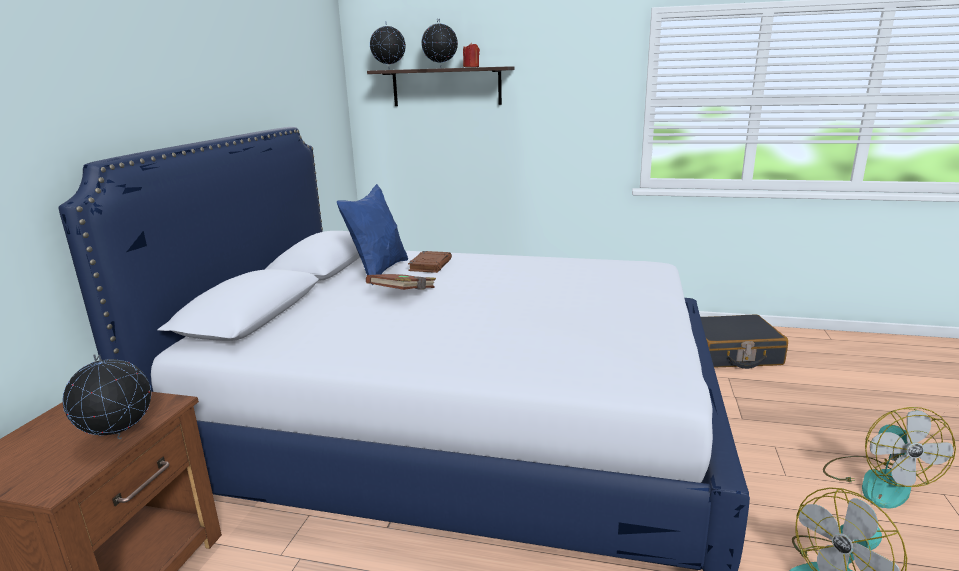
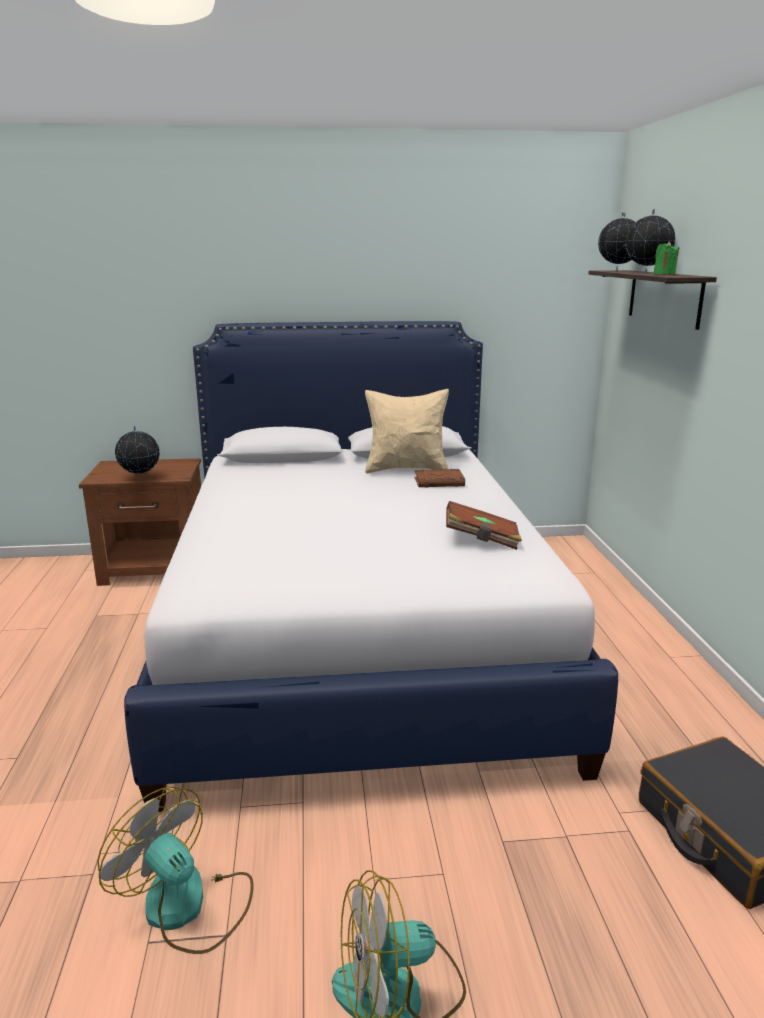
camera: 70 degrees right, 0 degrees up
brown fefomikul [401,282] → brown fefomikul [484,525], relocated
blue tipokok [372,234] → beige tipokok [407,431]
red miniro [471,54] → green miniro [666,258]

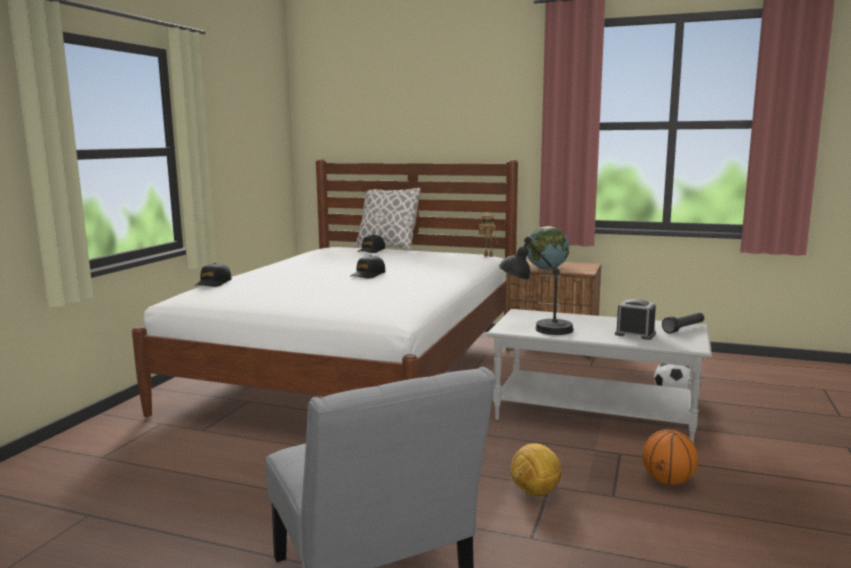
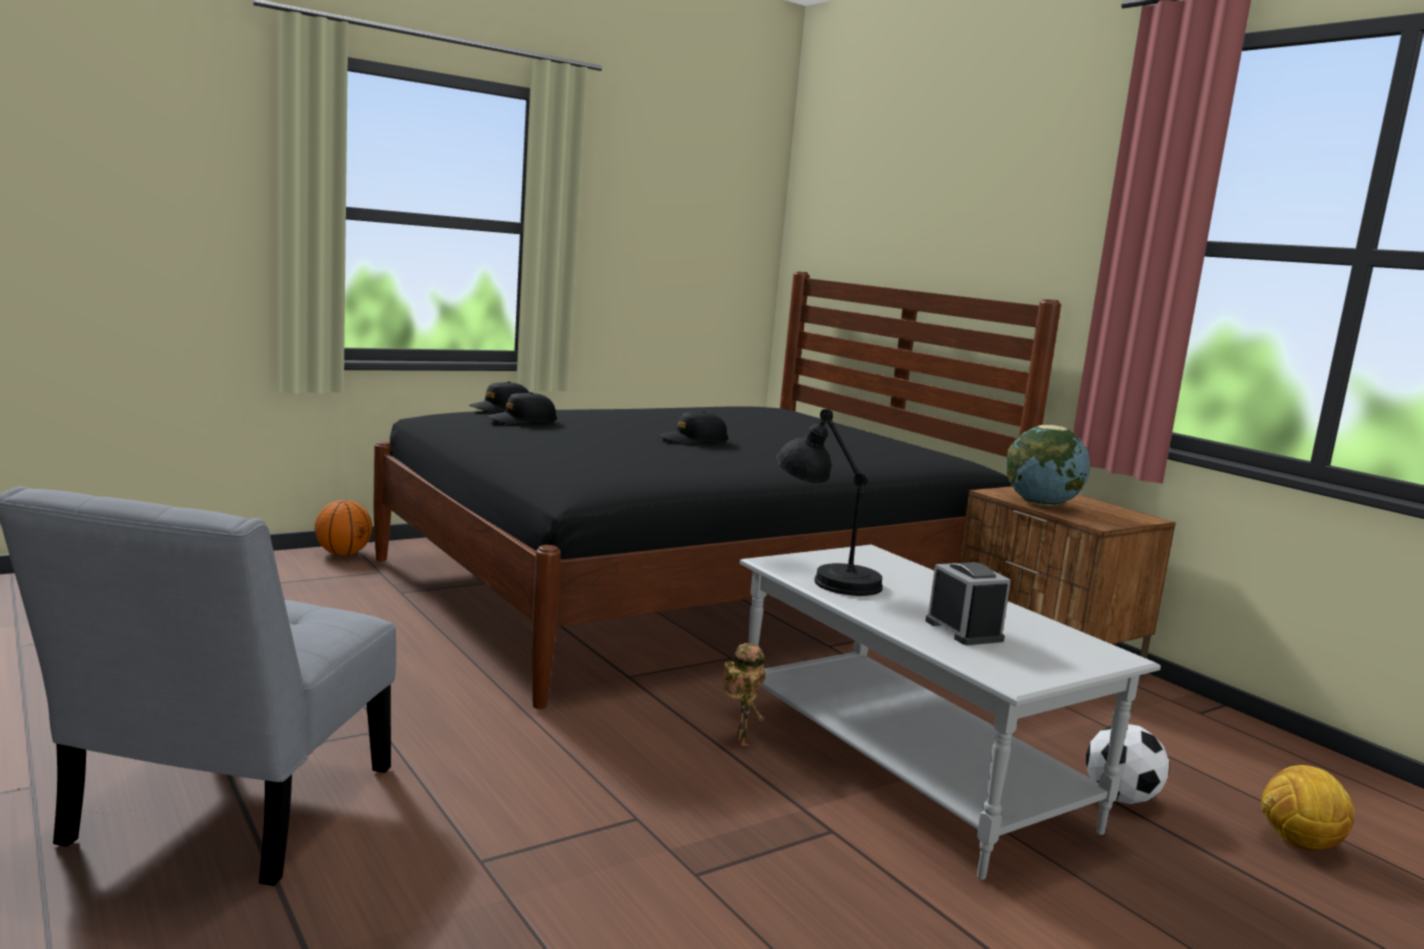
camera: 35 degrees right, 0 degrees up
tipokok [388,219] → -
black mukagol [683,323] → -
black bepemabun [371,244] → black bepemabun [522,408], relocated
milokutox [488,236] → milokutox [744,694], relocated
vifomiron [536,469] → vifomiron [1307,808], relocated
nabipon [670,457] → nabipon [343,528], relocated
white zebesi [325,288] → black zebesi [717,490]

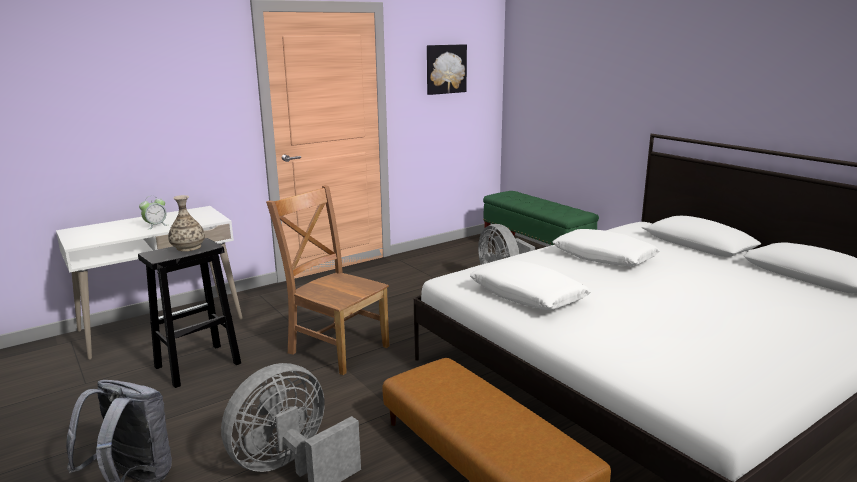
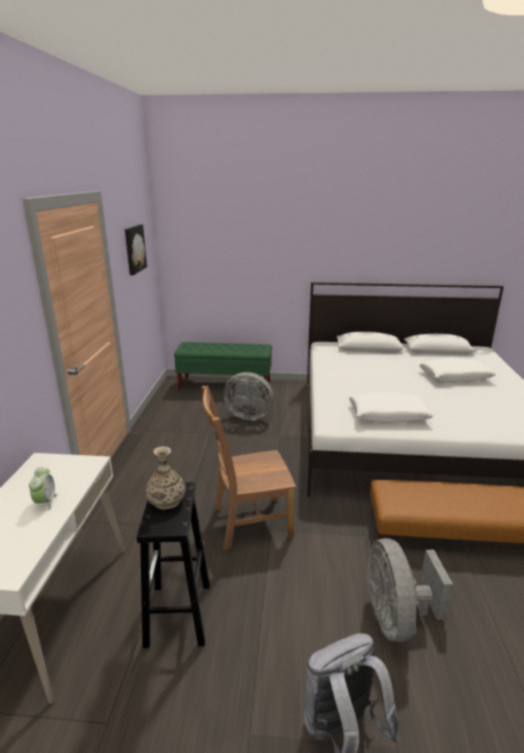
camera: 50 degrees left, 5 degrees up
white tipokok [606,247] → white tipokok [457,370], relocated

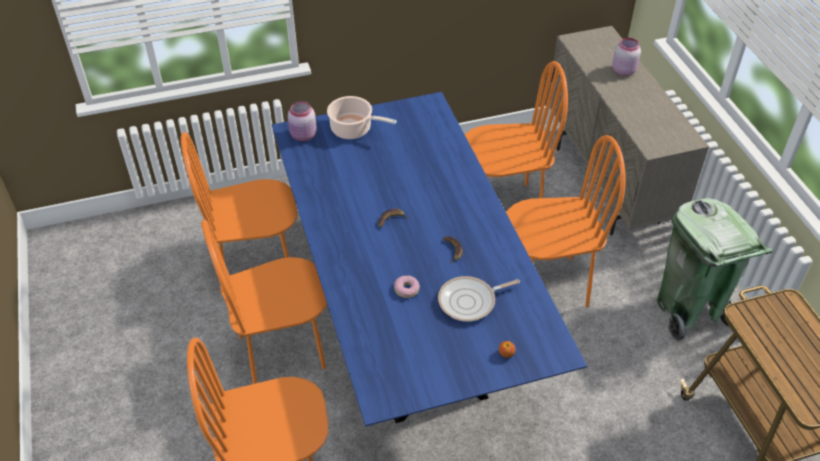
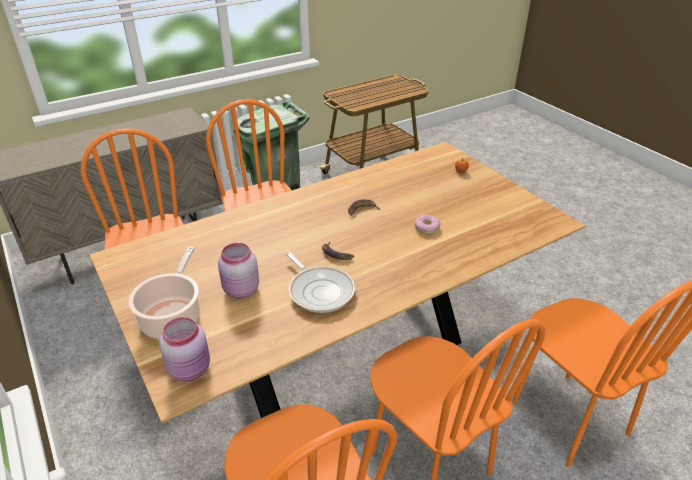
camera: 105 degrees left, 10 degrees down
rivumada [479,299] → rivumada [320,282], relocated
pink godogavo [626,56] → pink godogavo [238,271], relocated
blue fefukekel [429,259] → brown fefukekel [337,282]

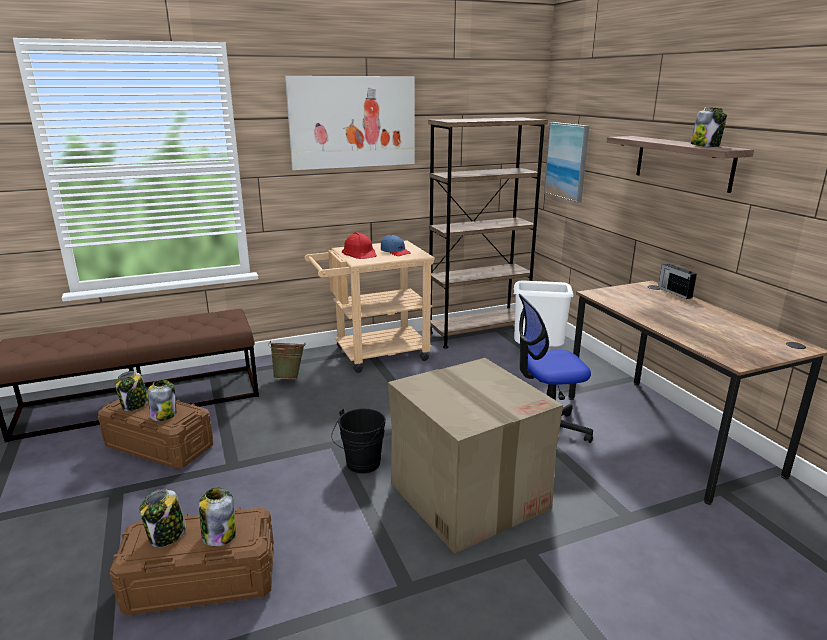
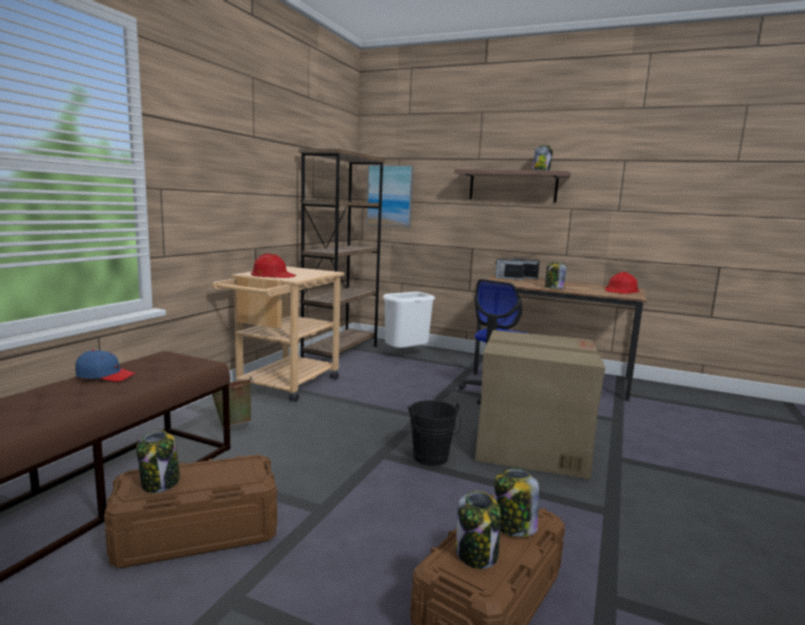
camera: 45 degrees left, 10 degrees down
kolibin [350,123] → -
- → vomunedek [510,267]
- → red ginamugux [622,283]
godogavo [162,400] → godogavo [555,275], relocated
blue bepemabun [396,245] → blue bepemabun [105,366], relocated

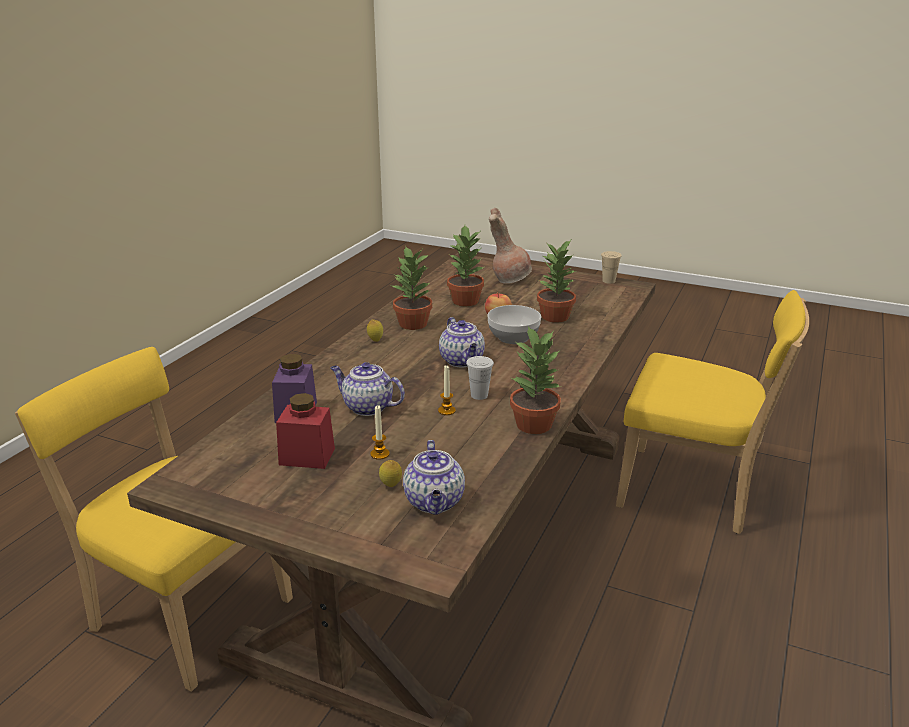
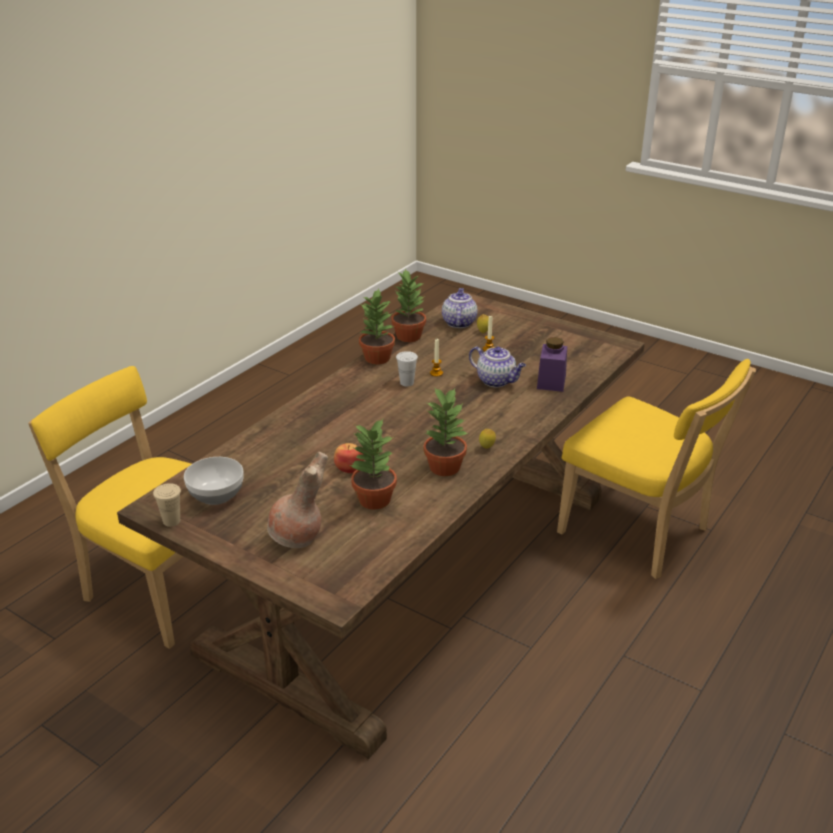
camera: 170 degrees left, 5 degrees up
red godogavo [305,431] → -
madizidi [462,342] → -
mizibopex [514,324] → mizibopex [214,481], relocated
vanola [556,281] → vanola [409,305], relocated

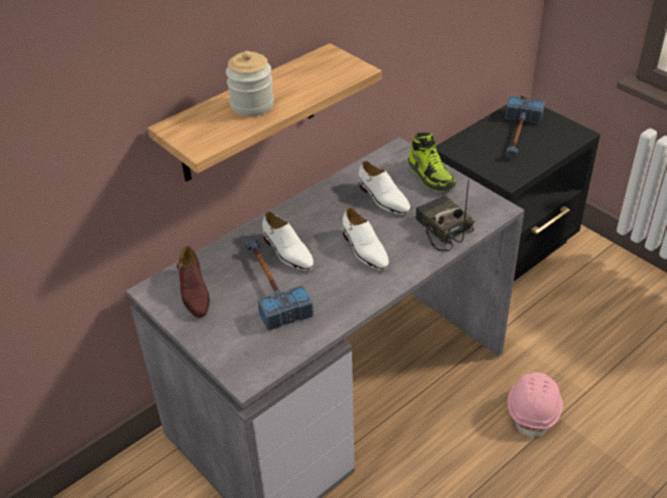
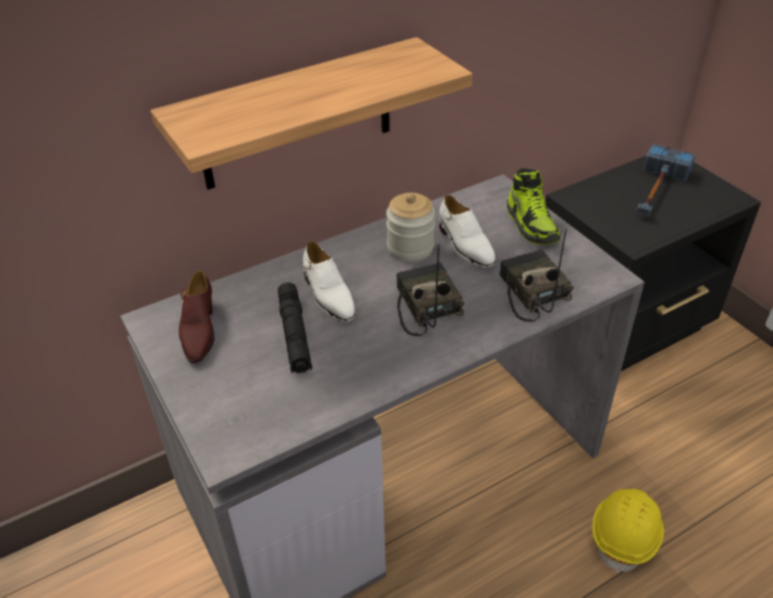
camera: 10 degrees right, 0 degrees up
godogavo [250,83] → godogavo [410,227], relocated
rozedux [280,285] → black mukagol [295,327]
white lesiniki [365,238] → vomunedek [430,290]
pink ginamugux [535,405] → yellow ginamugux [628,531]

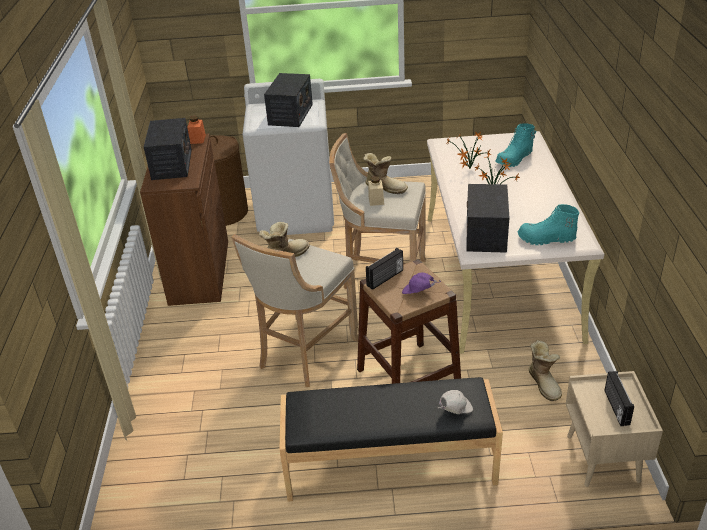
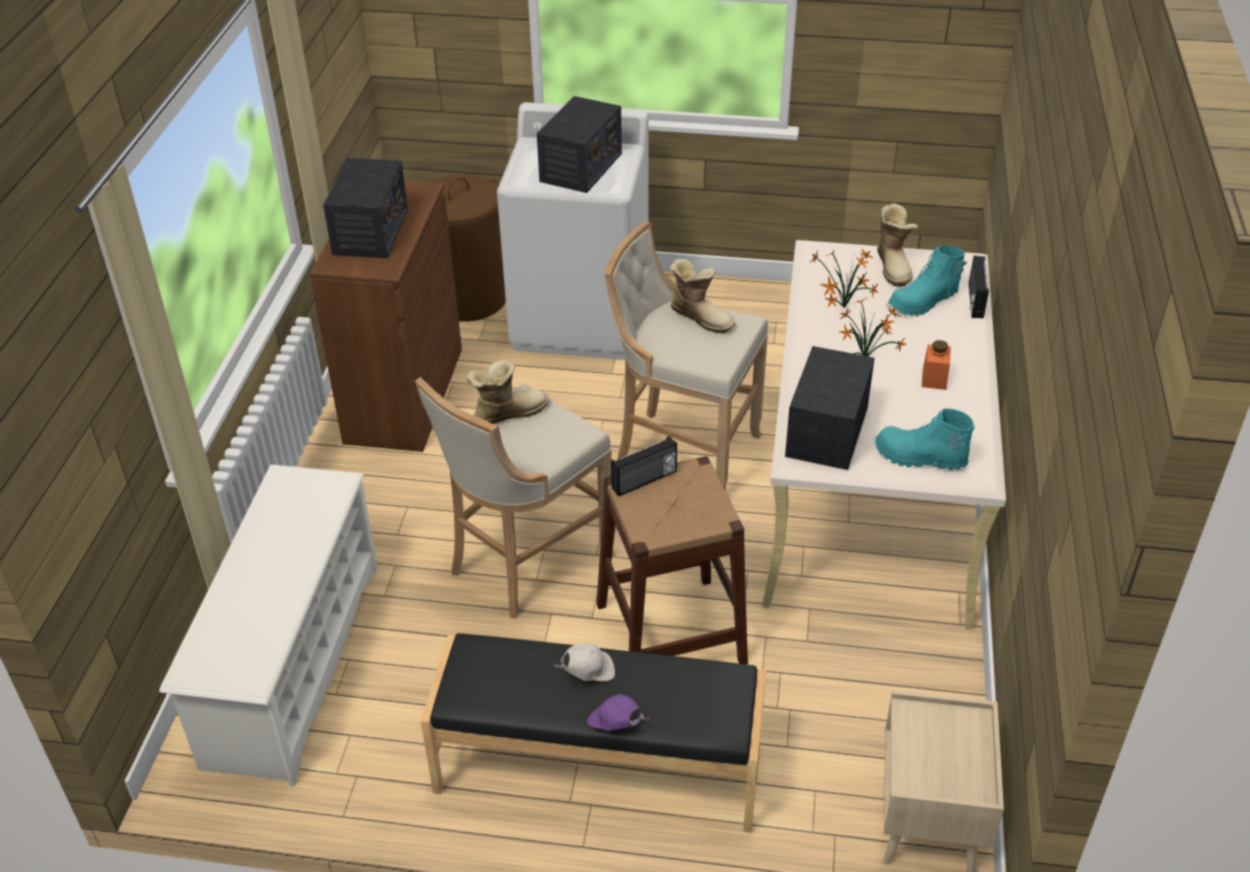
camera: 10 degrees right, 5 degrees up
beige godogavo [376,191] → -
- → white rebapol [268,625]
orange godogavo [196,130] → orange godogavo [936,365], relocated
purple bepemabun [421,283] → purple bepemabun [618,712], relocated
white bepemabun [455,402] → white bepemabun [584,662], relocated
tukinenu [545,370] → tukinenu [897,245], relocated
vomunedek [619,398] → vomunedek [979,287], relocated

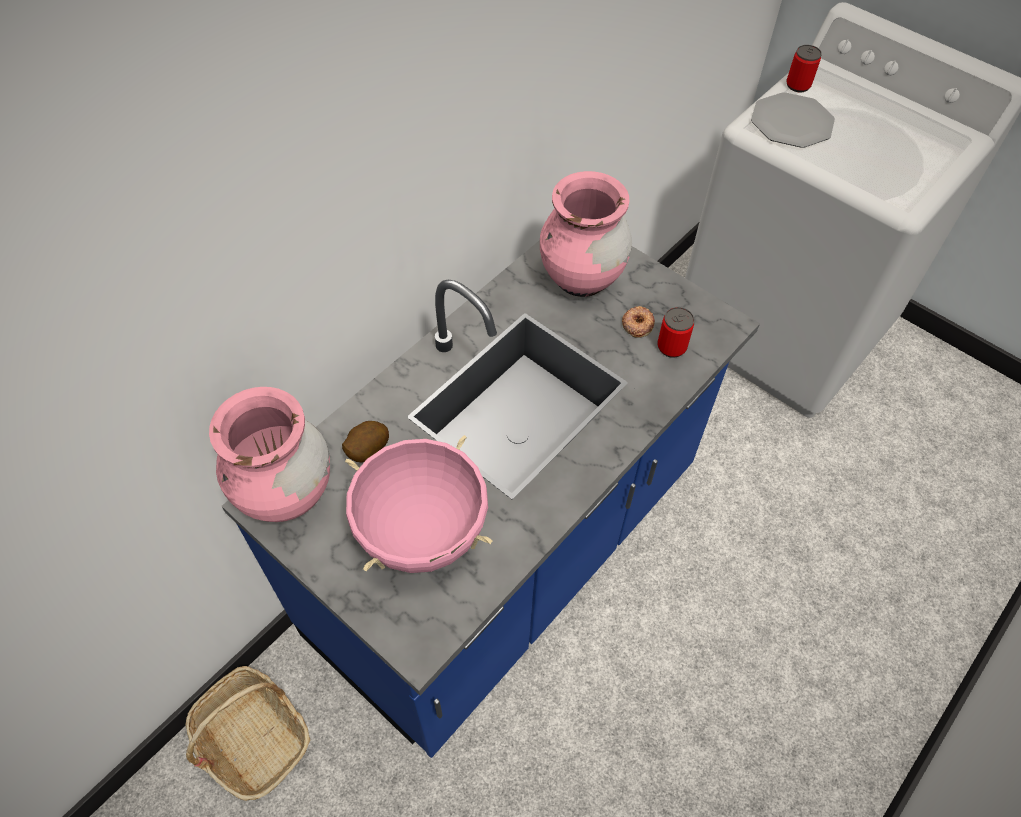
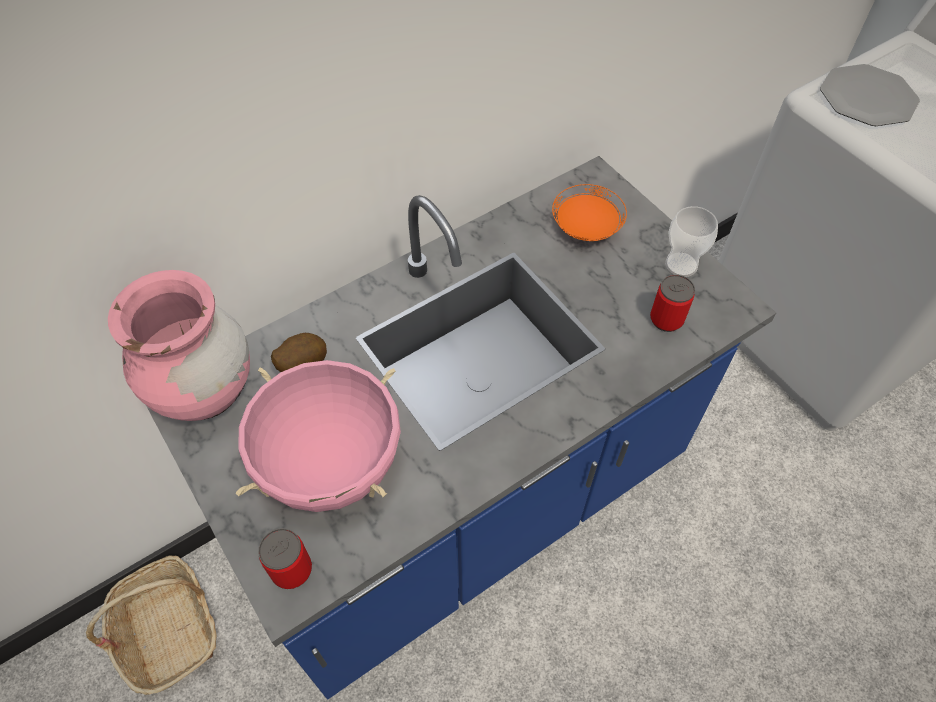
camera: 15 degrees right, 0 degrees up
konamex [638,321] → -
- → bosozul [691,241]
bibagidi [804,68] → bibagidi [285,558], relocated
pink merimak [586,234] → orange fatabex [589,212]

